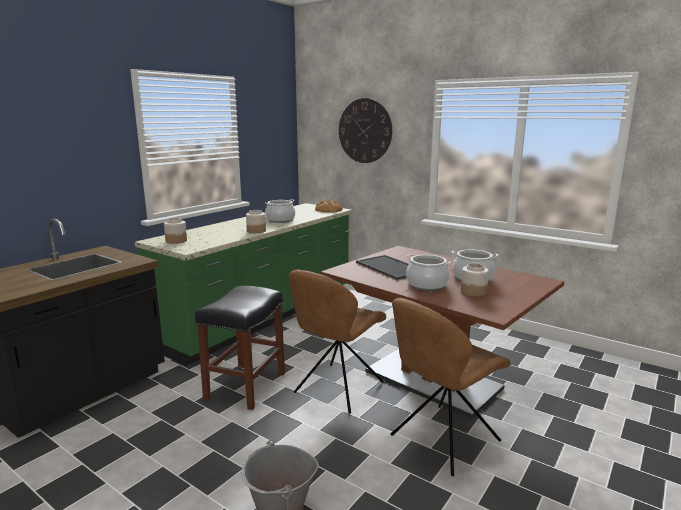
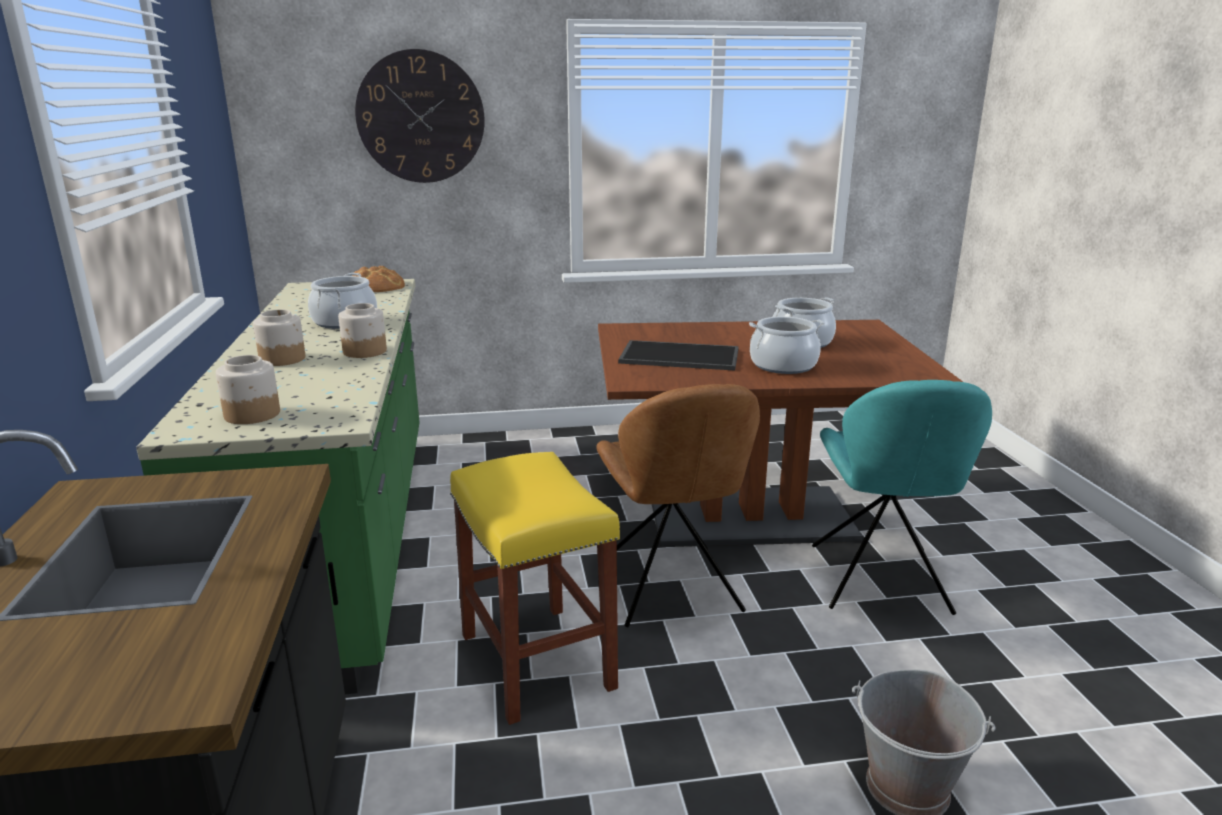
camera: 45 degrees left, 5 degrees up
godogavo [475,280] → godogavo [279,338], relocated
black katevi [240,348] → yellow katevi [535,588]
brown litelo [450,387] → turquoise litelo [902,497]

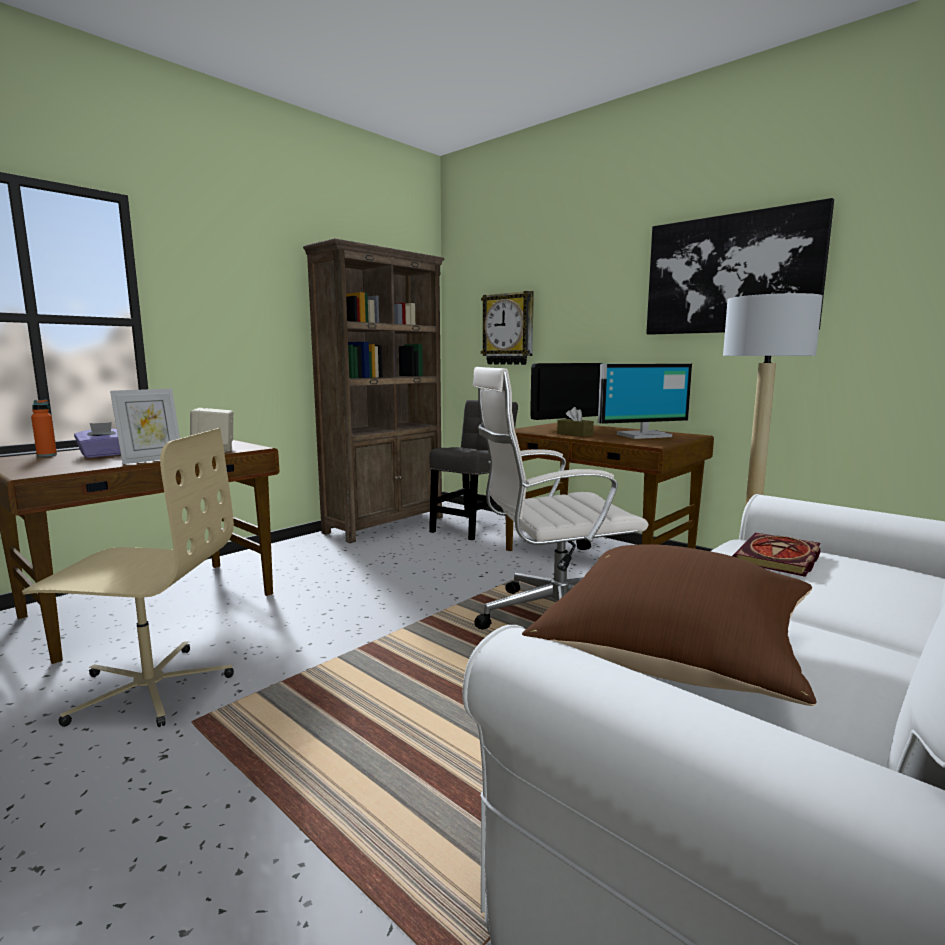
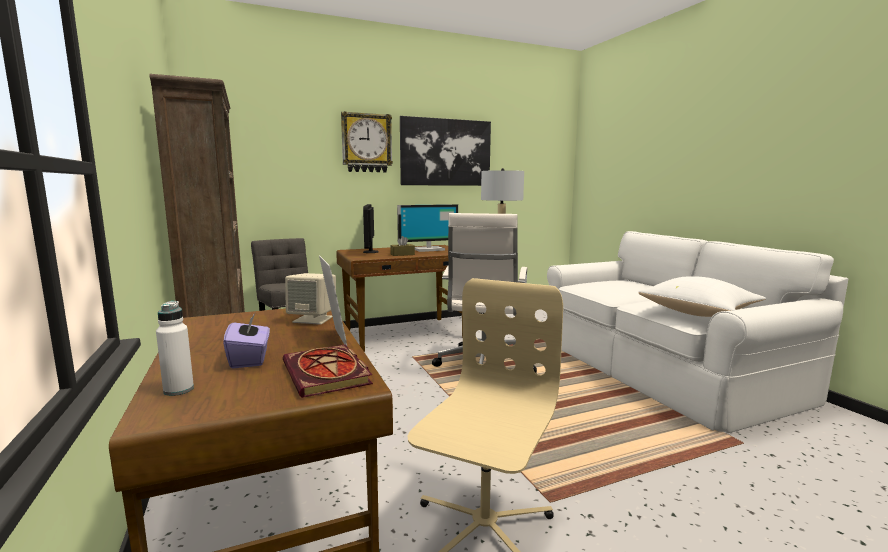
camera: 65 degrees left, 0 degrees up
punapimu [507,328] → punapimu [367,141], relocated
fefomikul [776,555] → fefomikul [328,371], relocated
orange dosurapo [44,428] → white dosurapo [175,348]
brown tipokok [669,625] → white tipokok [702,296]
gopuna [645,401] → gopuna [427,228], 60 degrees clockwise

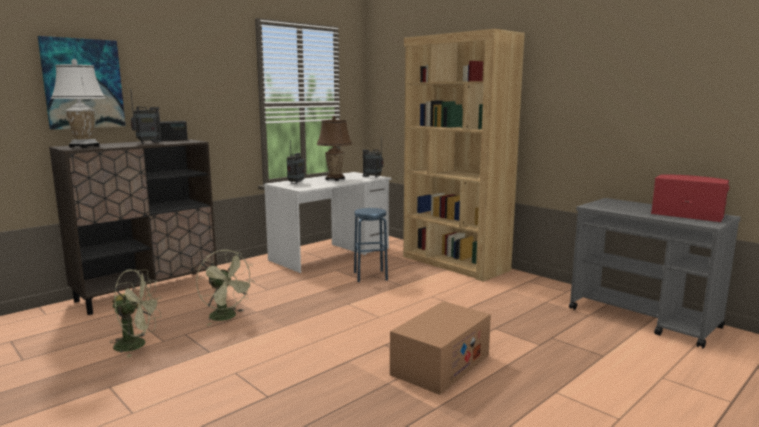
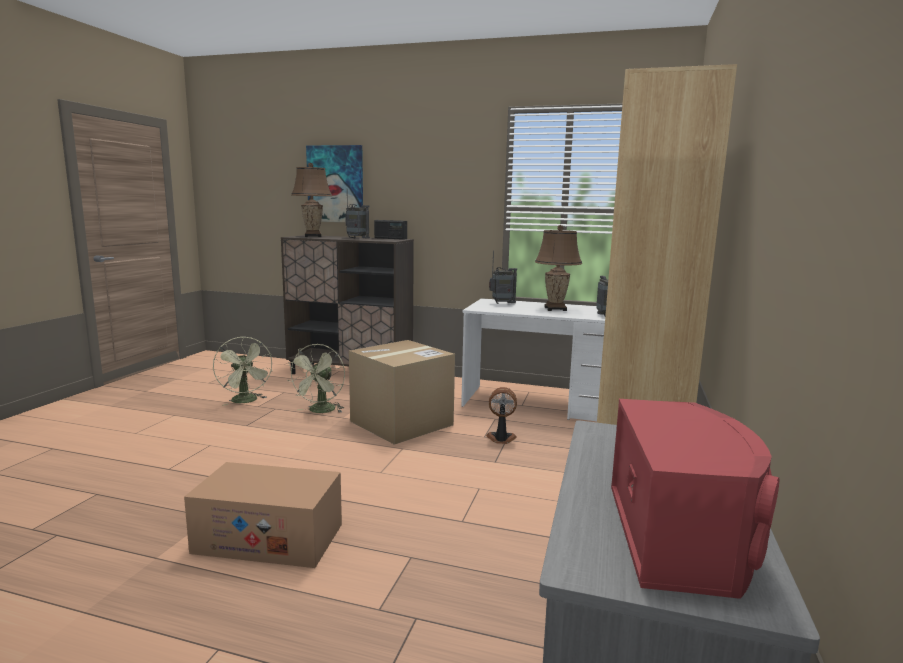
camera: 60 degrees right, 0 degrees up
- → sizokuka [402,392]
blue katevi [371,245] → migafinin [501,415]
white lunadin [78,103] → brown lunadin [311,200]

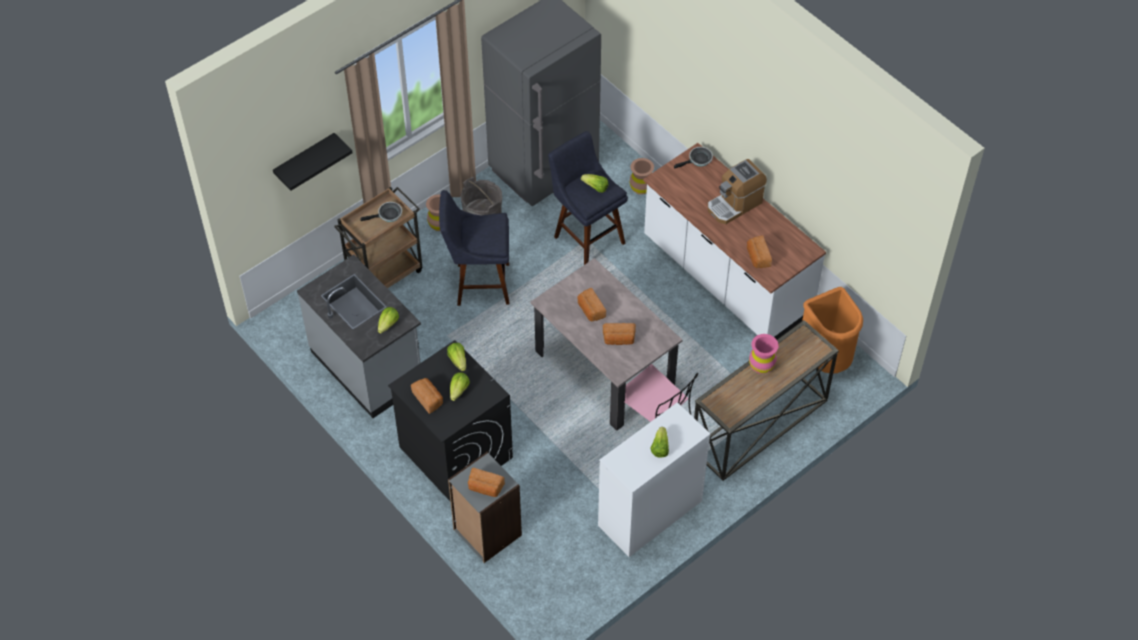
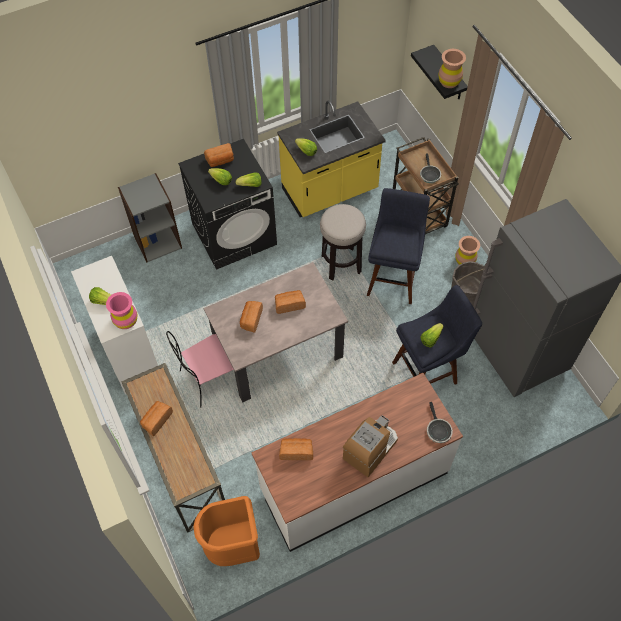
camera: 105 degrees right, 5 degrees up
- → katevi [343,242]
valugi [486,482] → valugi [156,418], relocated
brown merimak [642,176] → brown merimak [452,68], relocated
pink merimak [764,354] → pink merimak [121,310], relocated
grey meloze [359,336] → yellow meloze [331,159]
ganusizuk [737,191] → ganusizuk [370,446], 60 degrees clockwise

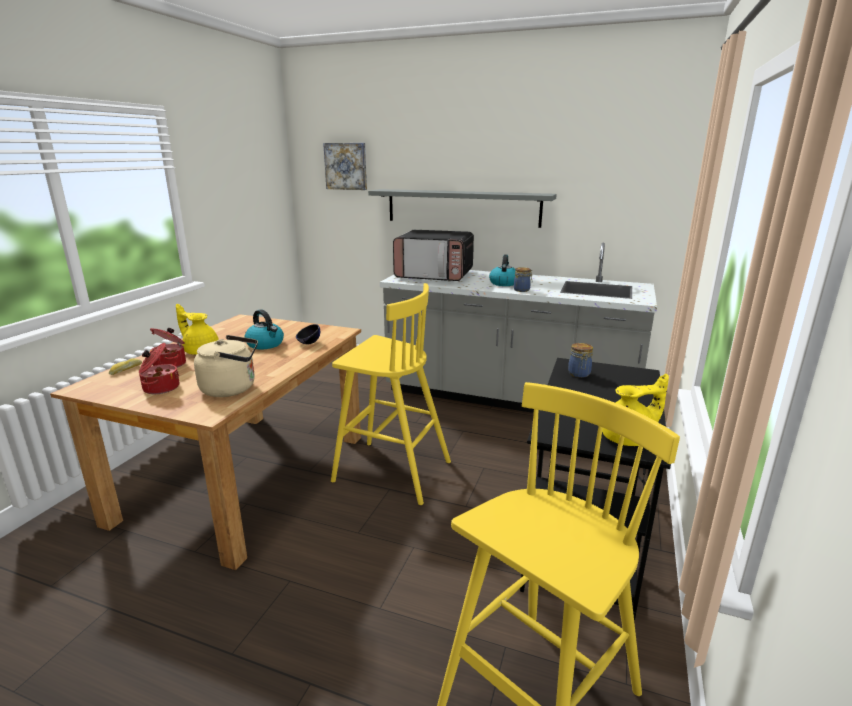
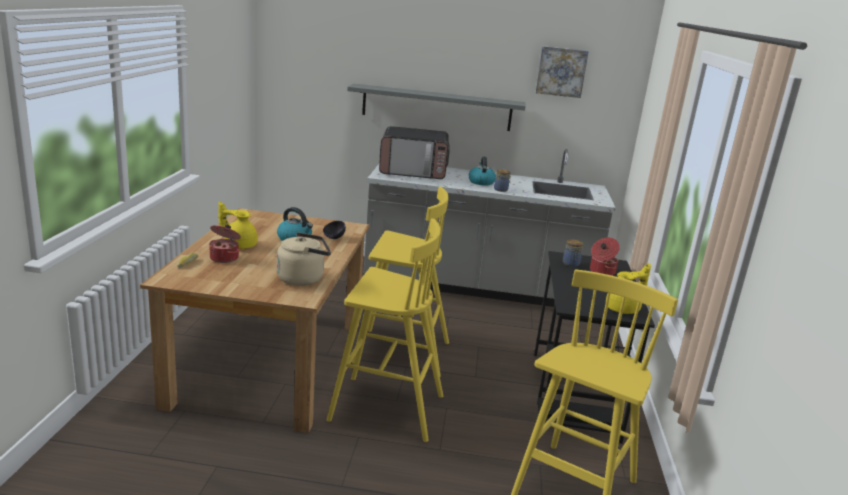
camera: 15 degrees left, 0 degrees up
- → yellow katevi [385,330]
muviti [159,368] → muviti [605,257], relocated
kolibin [345,166] → kolibin [562,72], relocated

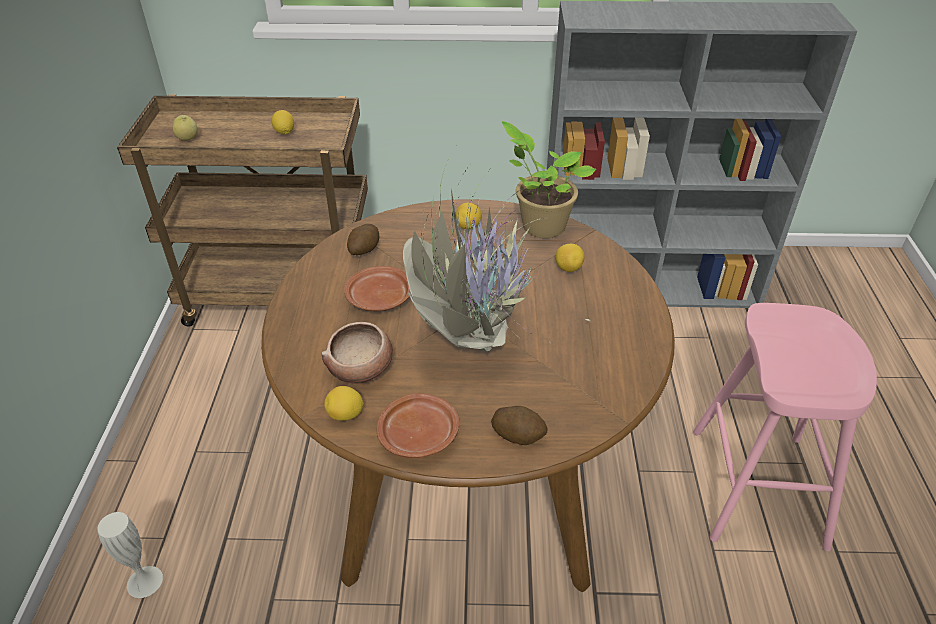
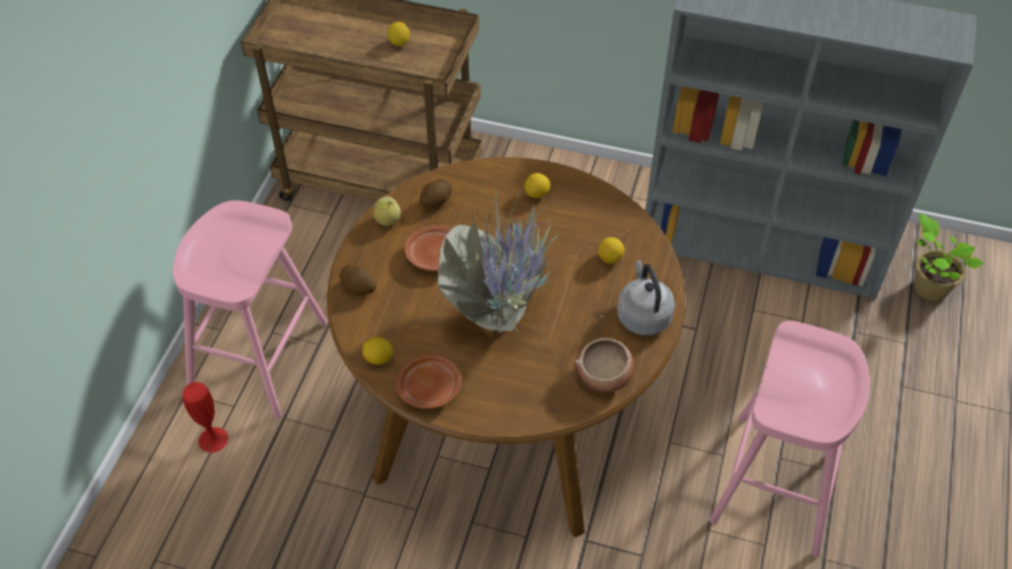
camera: 15 degrees right, 10 degrees up
- → pink katevi [250,309]
- → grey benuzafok [646,298]
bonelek [185,128] → bonelek [387,211], relocated
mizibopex [357,353] → mizibopex [604,365], relocated
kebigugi [519,425] → kebigugi [357,280], relocated
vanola [549,179] → vanola [949,257], relocated
white merimak [130,555] → red merimak [205,417]

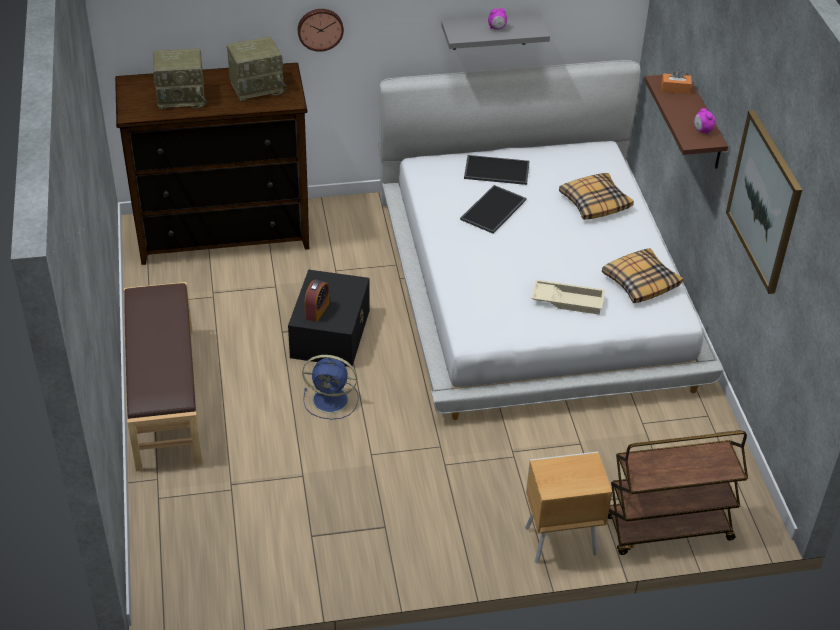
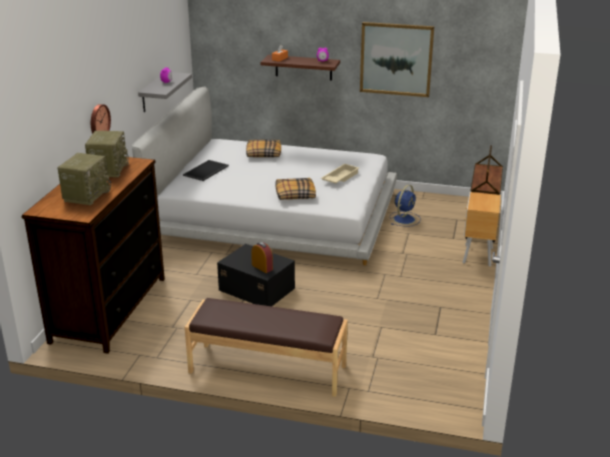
camera: 65 degrees left, 15 degrees down
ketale [493,209] → -
blue migafinin [330,387] → blue migafinin [405,206], relocated
tipokok [642,275] → tipokok [295,189], relocated

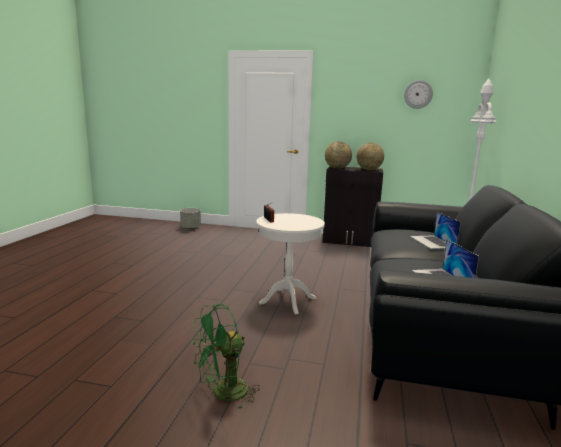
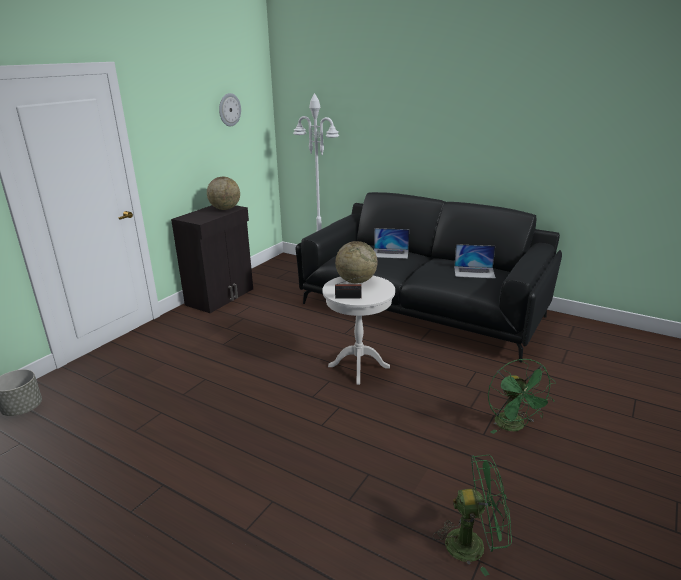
camera: 70 degrees left, 10 degrees up
- → green migafinin [472,515]
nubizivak [338,155] → nubizivak [356,262], relocated

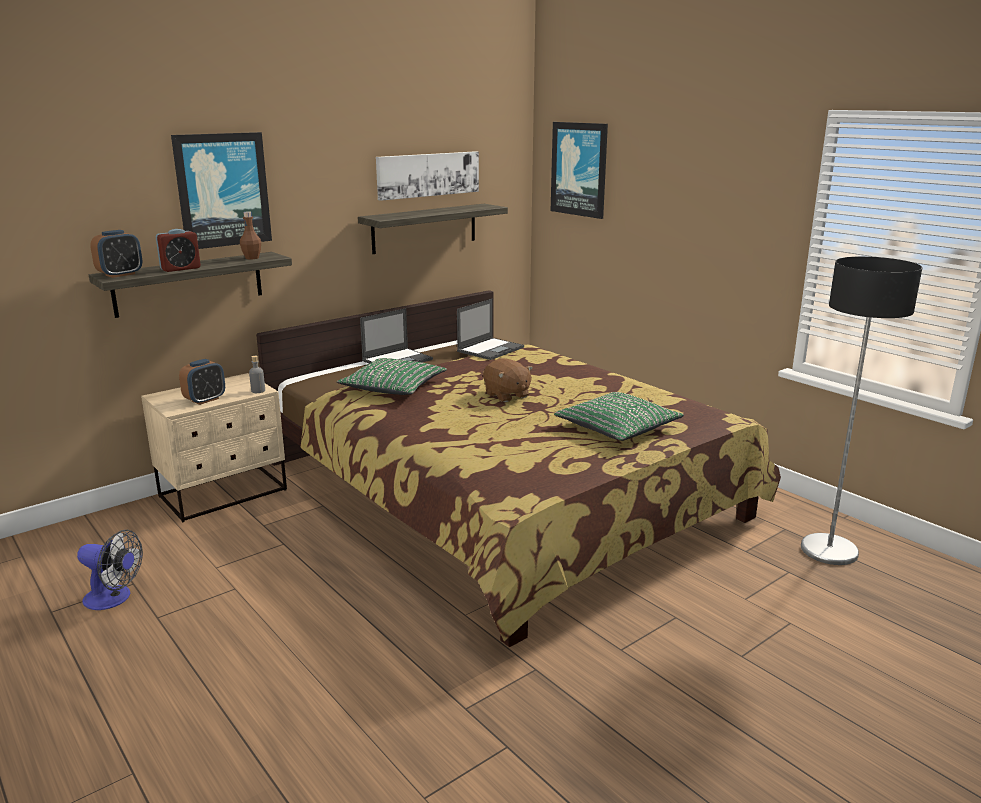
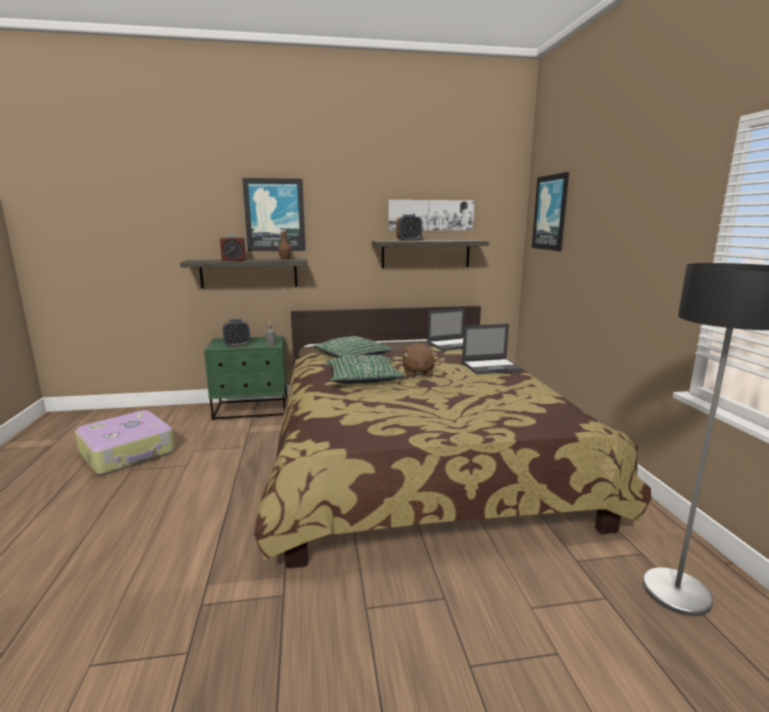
camera: 30 degrees right, 5 degrees down
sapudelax [116,254] → sapudelax [409,228], relocated
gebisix [396,336] → gebisix [492,349], relocated
green tipokok [619,416] → green tipokok [365,369], relocated
migafinin [110,570] → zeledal [125,442]
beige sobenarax [214,447] → green sobenarax [245,378]

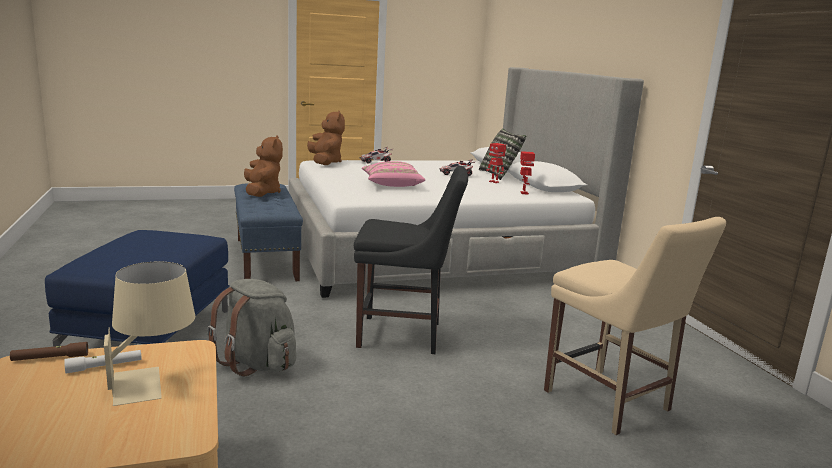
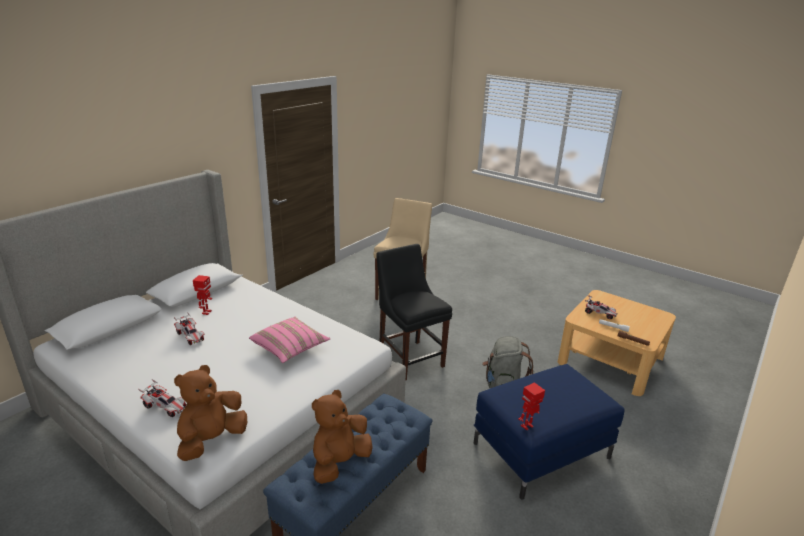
camera: 125 degrees left, 10 degrees up
tipokok [502,154] → -
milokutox [527,173] → milokutox [531,406], relocated
beige lunadin [149,333] → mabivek [601,307]

